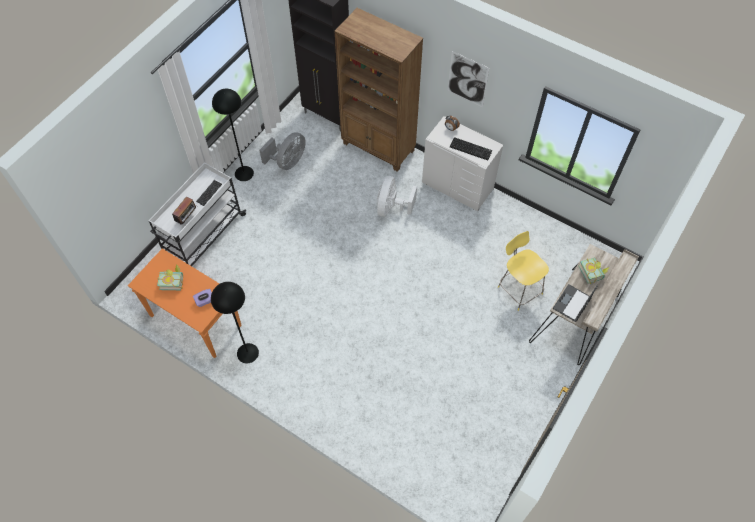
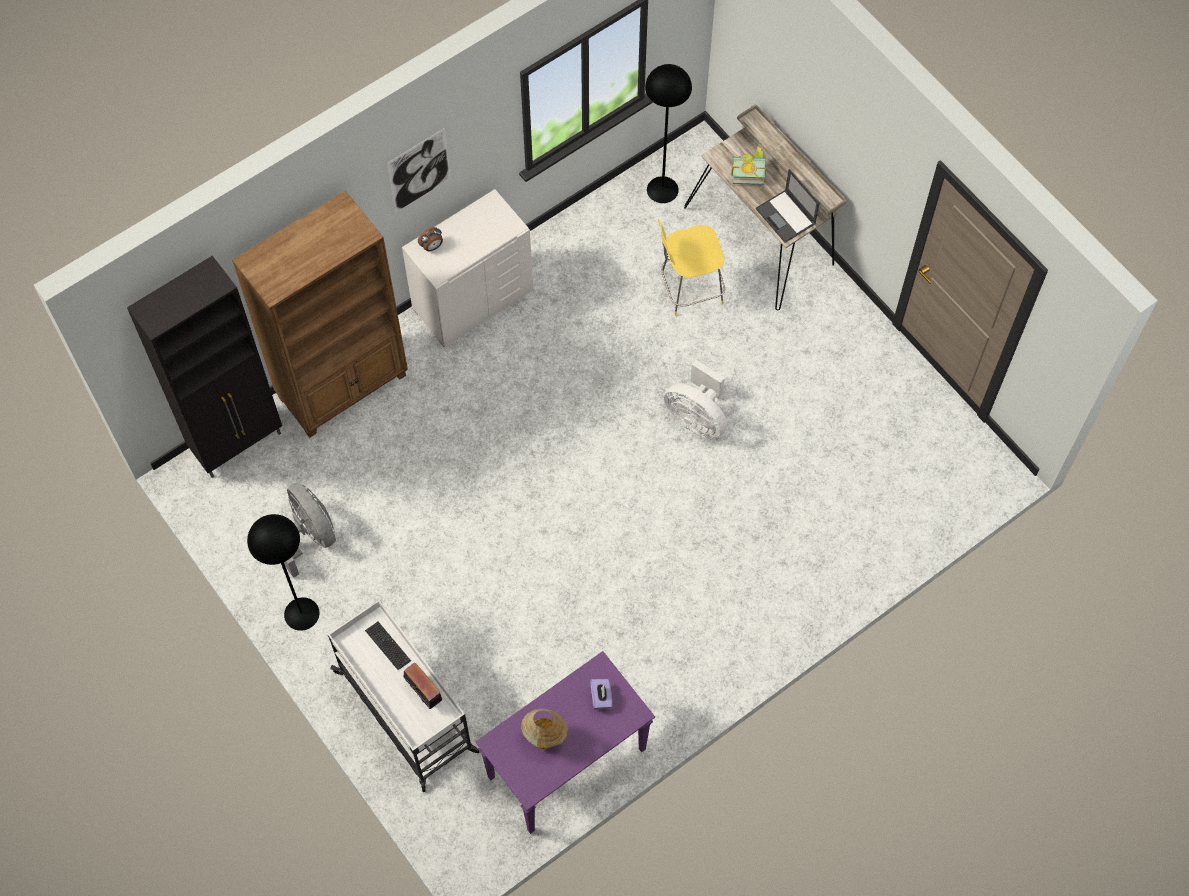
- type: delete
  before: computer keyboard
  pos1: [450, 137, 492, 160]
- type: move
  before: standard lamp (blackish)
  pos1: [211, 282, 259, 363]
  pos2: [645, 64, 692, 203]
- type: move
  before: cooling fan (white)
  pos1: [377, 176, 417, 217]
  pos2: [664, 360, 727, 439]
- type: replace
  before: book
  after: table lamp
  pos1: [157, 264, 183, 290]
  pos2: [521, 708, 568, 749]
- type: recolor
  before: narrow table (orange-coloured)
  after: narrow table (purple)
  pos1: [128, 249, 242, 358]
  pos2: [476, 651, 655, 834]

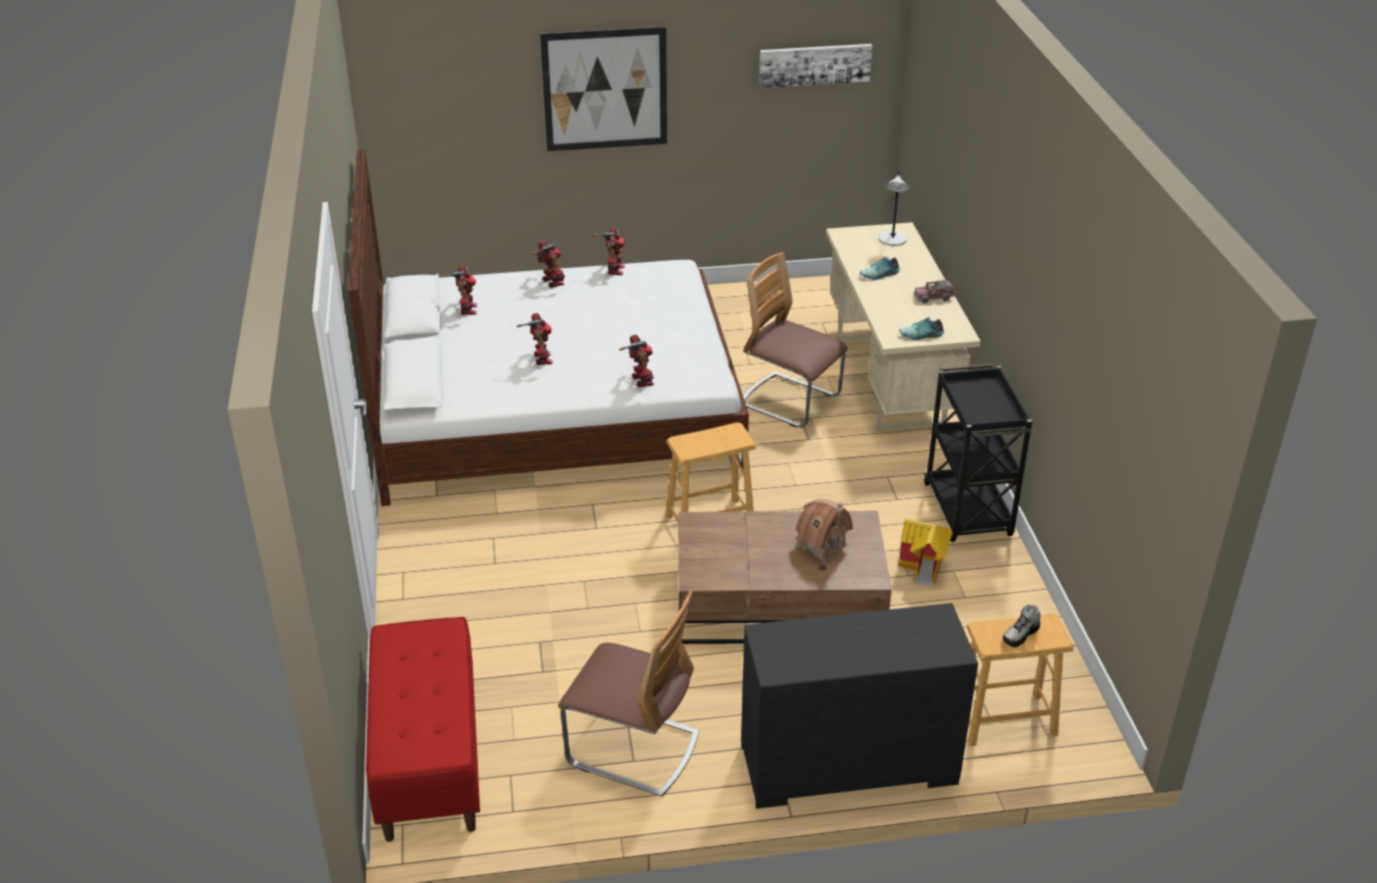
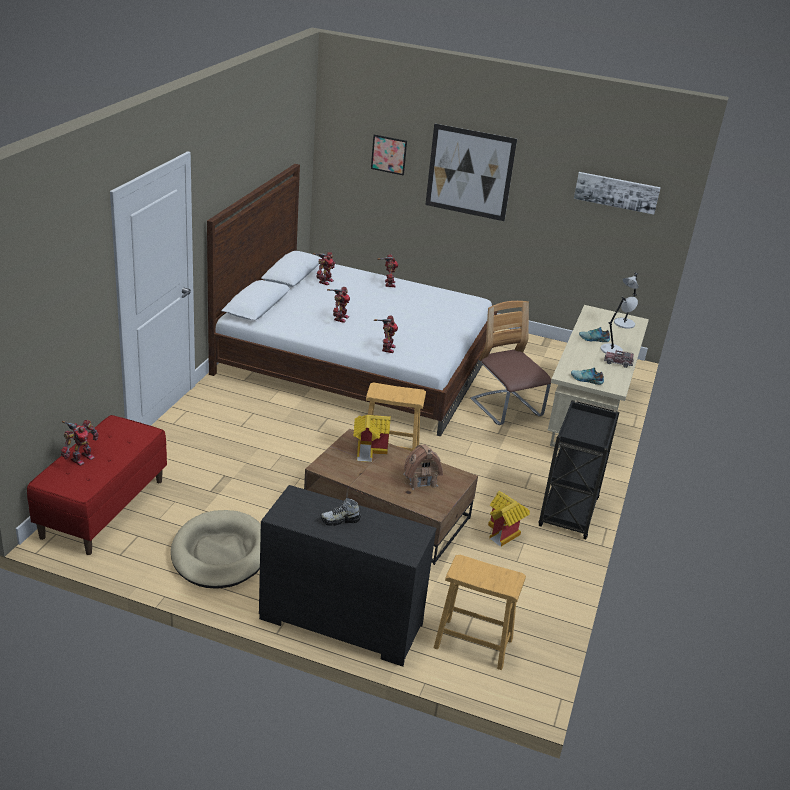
- type: insert
  after: model house
  pos2: [353, 415, 391, 462]
- type: insert
  after: wall picture
  pos2: [371, 135, 407, 175]
- type: insert
  after: table lamp (greyish)
  pos2: [601, 297, 638, 354]
- type: move
  before: toy robot
  pos1: [592, 227, 625, 275]
  pos2: [61, 420, 99, 466]
- type: move
  before: shoe
  pos1: [1003, 605, 1041, 647]
  pos2: [320, 498, 361, 526]
- type: replace
  before: upright chair
  after: dog bed (sand-coloured)
  pos1: [558, 591, 699, 797]
  pos2: [171, 510, 261, 589]

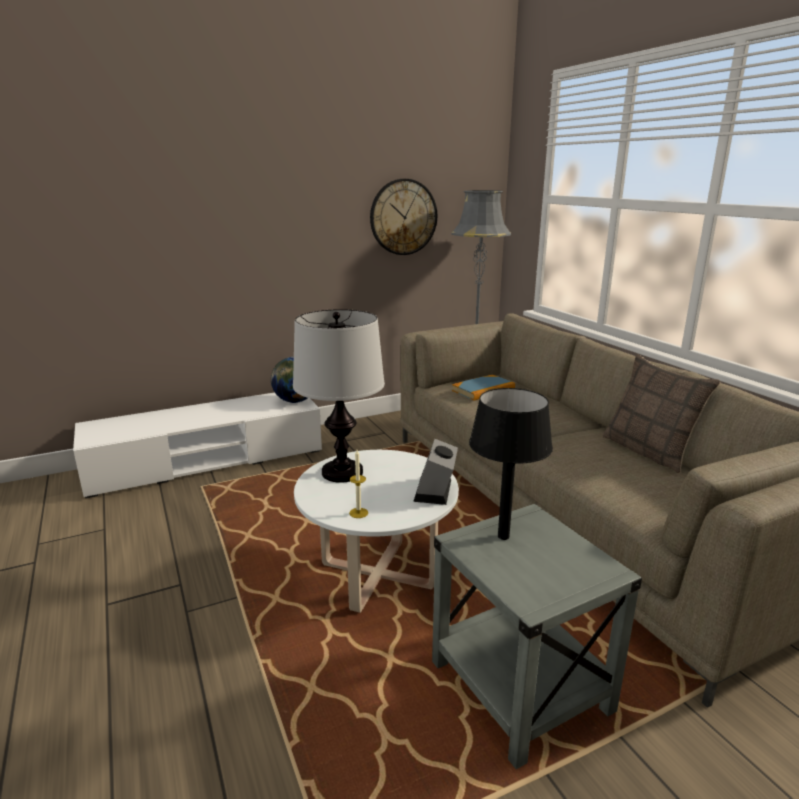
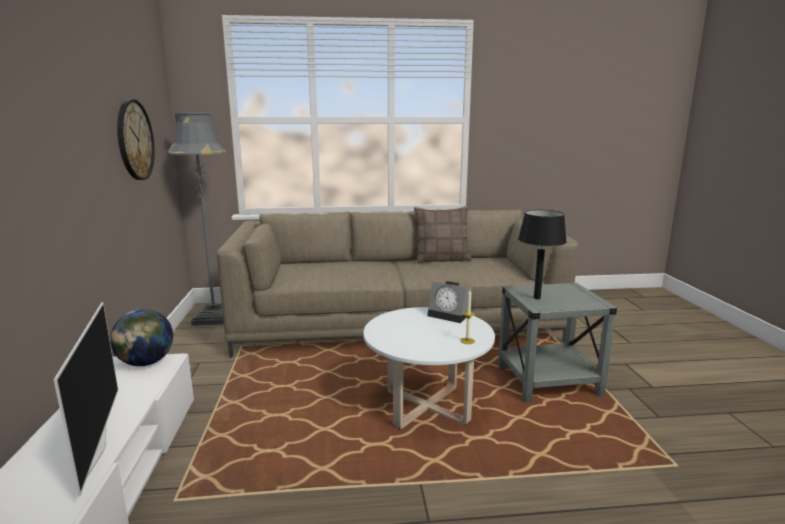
- type: delete
  before: table lamp
  pos1: [293, 309, 385, 483]
- type: delete
  before: book
  pos1: [452, 375, 515, 401]
- type: insert
  after: TV
  pos2: [54, 302, 118, 496]

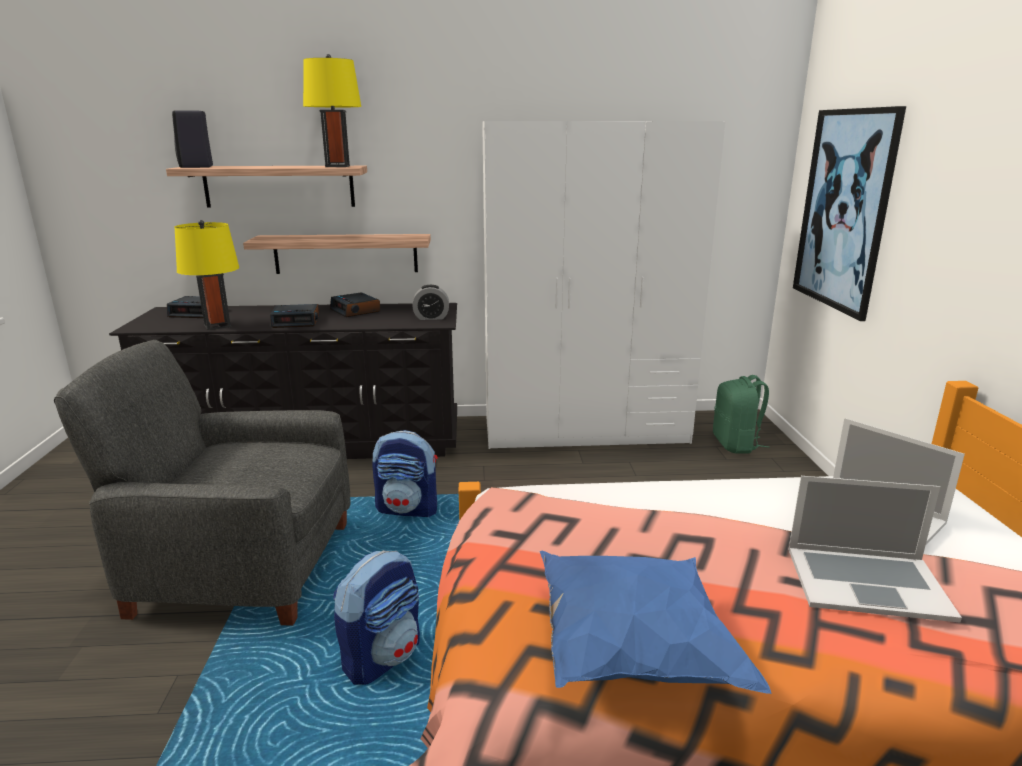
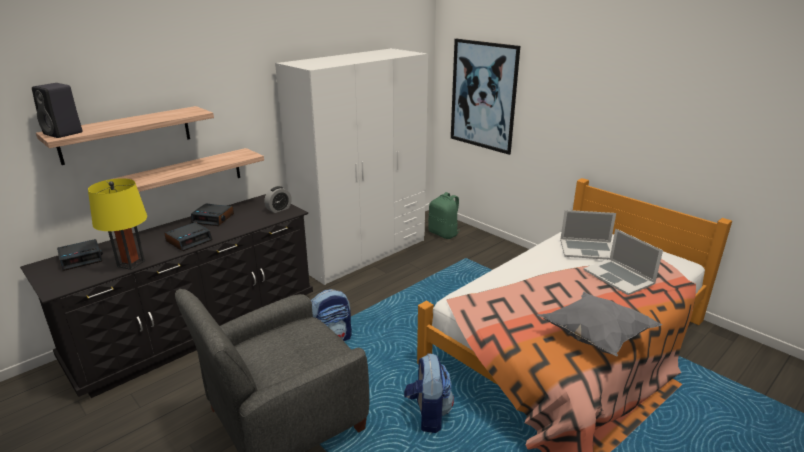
- type: delete
  before: table lamp (yellow)
  pos1: [303, 54, 361, 167]
- type: recolor
  before: throw pillow (blue-coloured)
  after: throw pillow (greyish)
  pos1: [540, 551, 772, 694]
  pos2: [537, 292, 662, 357]
- type: rotate
  before: laptop
  pos1: [788, 476, 962, 622]
  pos2: [584, 229, 663, 295]
  turn: 90

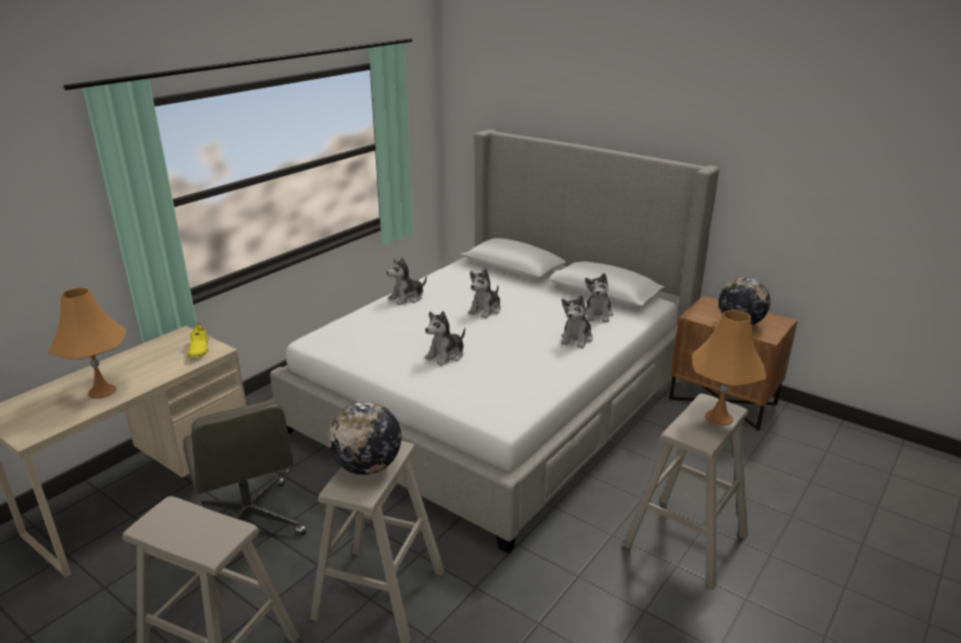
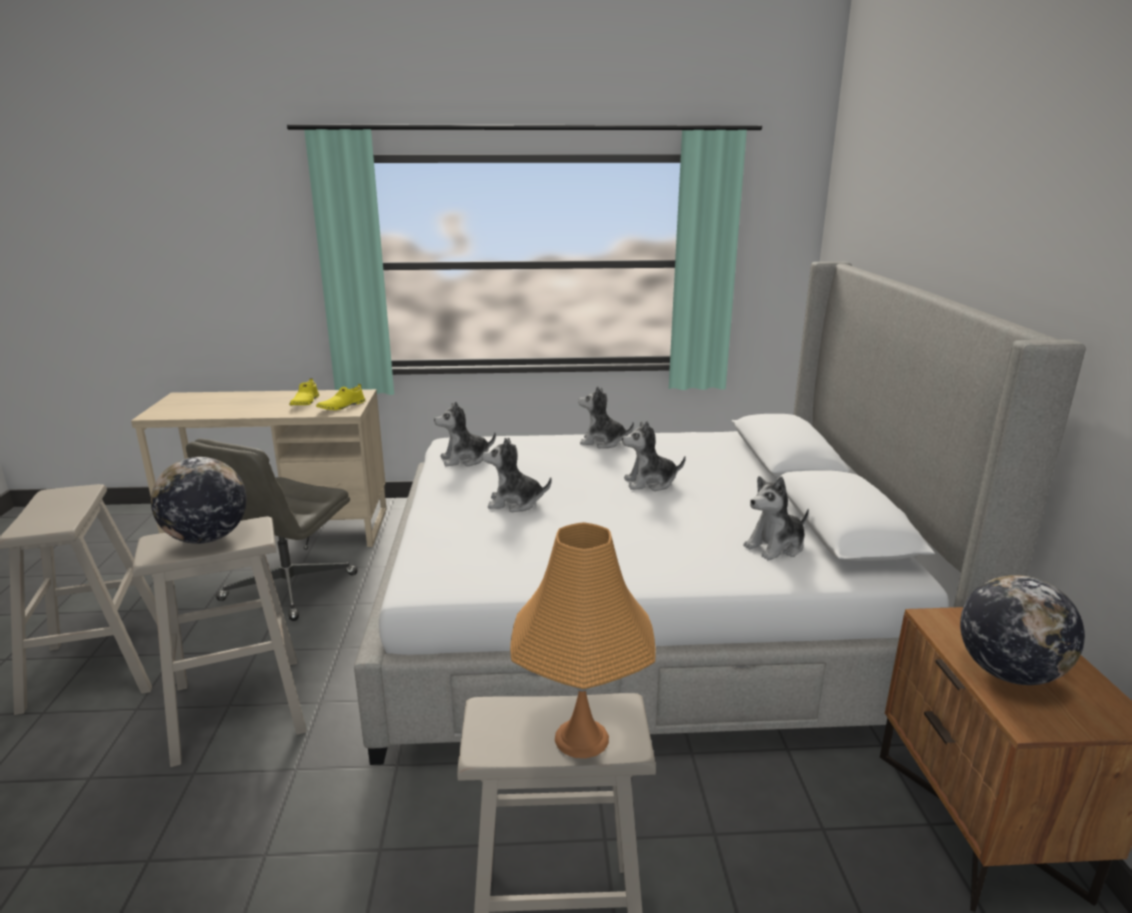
- type: delete
  before: table lamp (orange-coloured)
  pos1: [48, 287, 126, 399]
- type: insert
  after: shoe (yellow)
  pos2: [289, 379, 319, 406]
- type: move
  before: soft toy
  pos1: [561, 296, 593, 348]
  pos2: [434, 402, 496, 466]

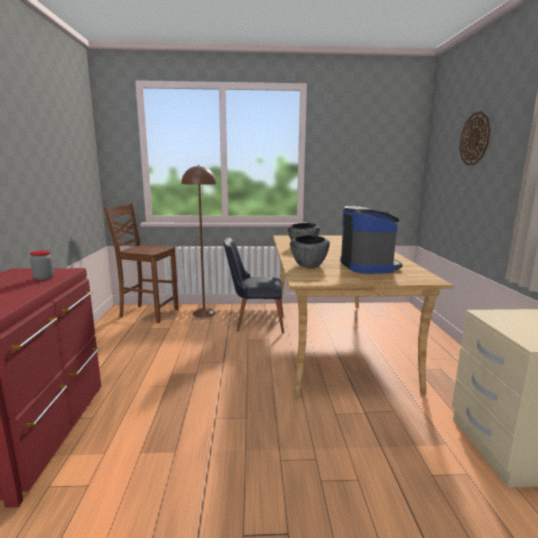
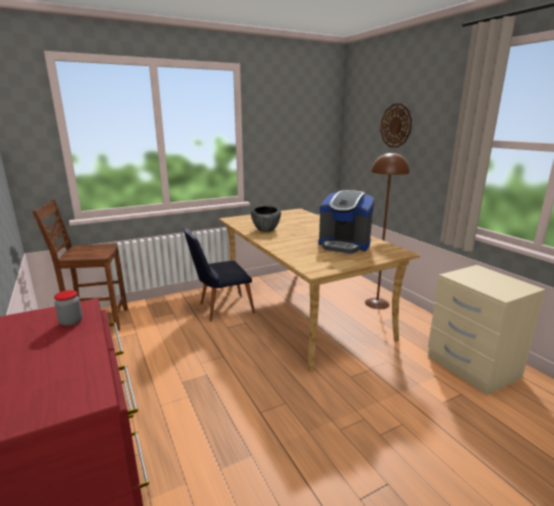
- type: delete
  before: bowl
  pos1: [290, 235, 330, 268]
- type: move
  before: standard lamp (brownish)
  pos1: [181, 165, 217, 318]
  pos2: [365, 152, 410, 309]
- type: rotate
  before: coffee machine
  pos1: [340, 206, 402, 274]
  pos2: [319, 190, 374, 254]
  turn: 150

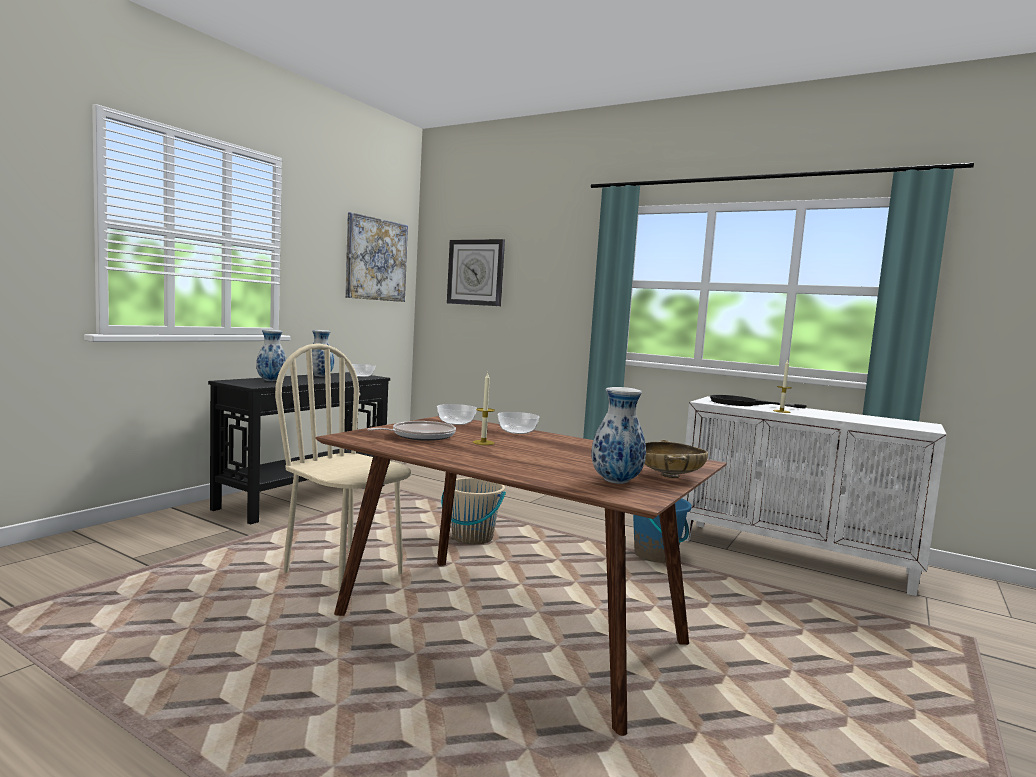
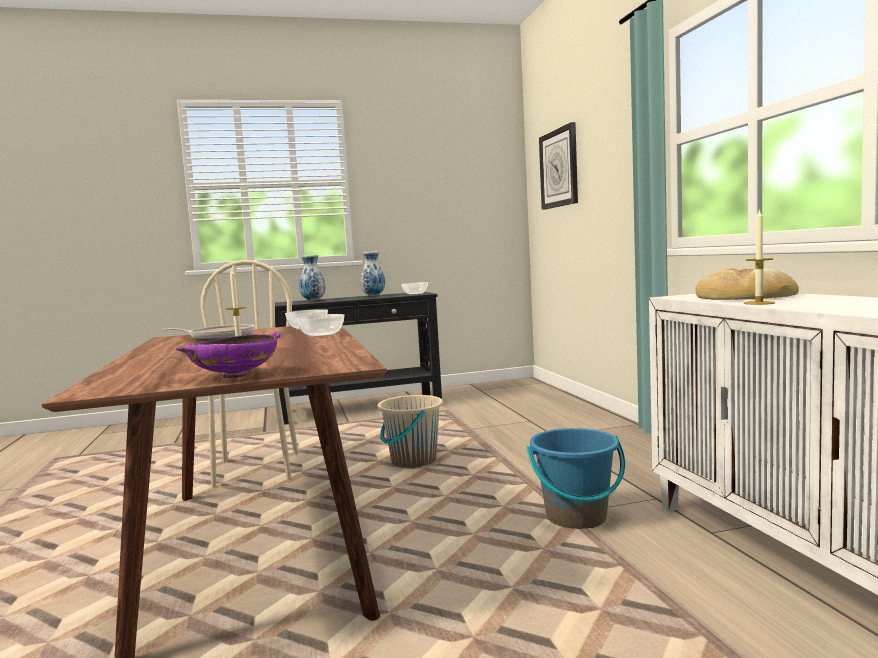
- type: delete
  before: wall picture
  pos1: [345, 212, 408, 302]
- type: delete
  before: flower vase
  pos1: [591, 387, 646, 484]
- type: replace
  before: pan (blackish)
  after: bread
  pos1: [710, 395, 807, 409]
  pos2: [695, 267, 799, 300]
- type: recolor
  before: bowl (sand-coloured)
  after: bowl (purple)
  pos1: [644, 440, 708, 478]
  pos2: [176, 332, 281, 378]

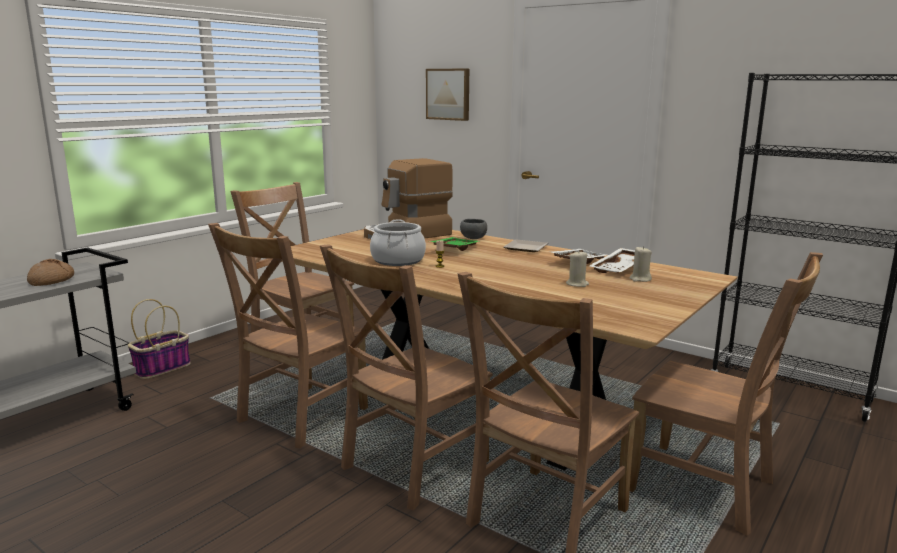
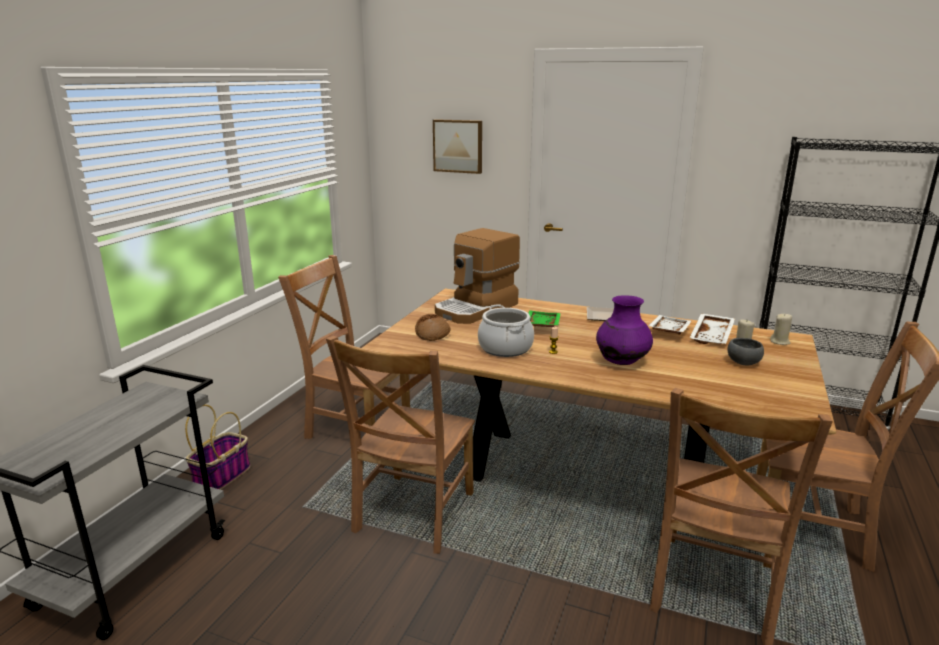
- type: delete
  before: upright chair (brownish)
  pos1: [320, 244, 493, 510]
- type: insert
  after: flower vase (purple)
  pos2: [596, 295, 653, 365]
- type: move
  before: bread
  pos1: [27, 259, 74, 286]
  pos2: [415, 314, 450, 341]
- type: move
  before: bowl (greyish)
  pos1: [460, 219, 487, 239]
  pos2: [728, 338, 764, 366]
- type: move
  before: wax candle (sand-coloured)
  pos1: [566, 250, 589, 287]
  pos2: [770, 313, 792, 345]

